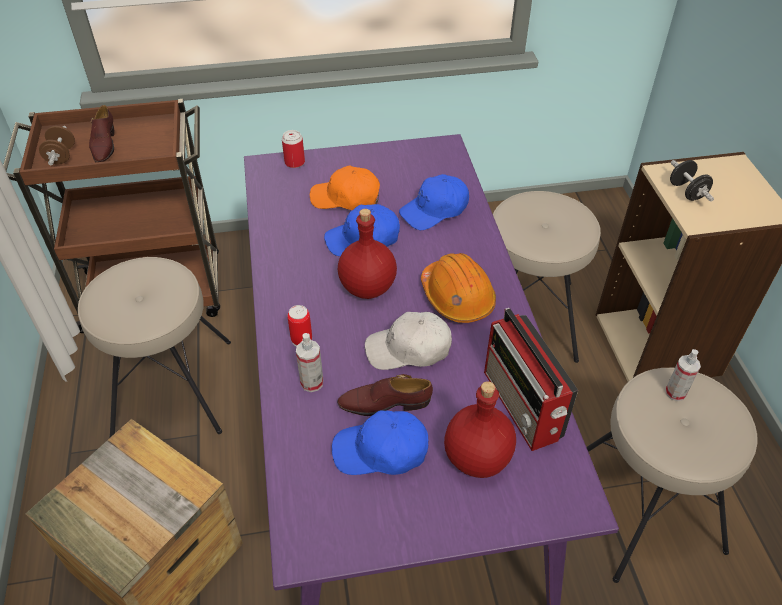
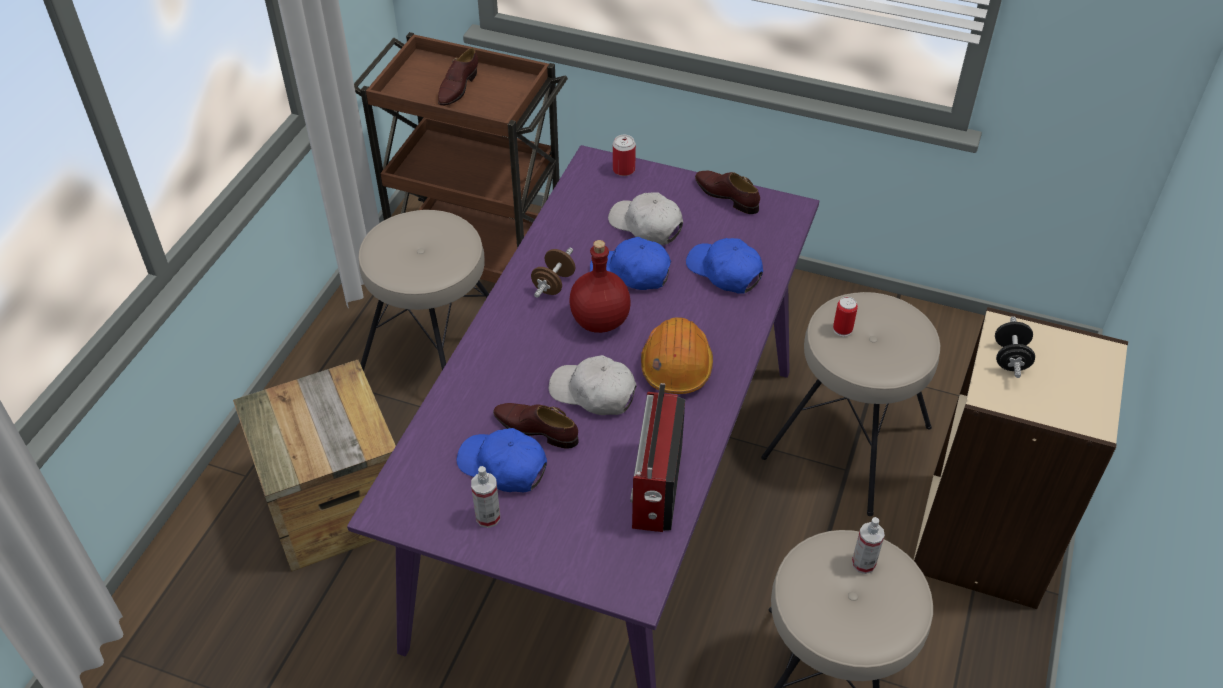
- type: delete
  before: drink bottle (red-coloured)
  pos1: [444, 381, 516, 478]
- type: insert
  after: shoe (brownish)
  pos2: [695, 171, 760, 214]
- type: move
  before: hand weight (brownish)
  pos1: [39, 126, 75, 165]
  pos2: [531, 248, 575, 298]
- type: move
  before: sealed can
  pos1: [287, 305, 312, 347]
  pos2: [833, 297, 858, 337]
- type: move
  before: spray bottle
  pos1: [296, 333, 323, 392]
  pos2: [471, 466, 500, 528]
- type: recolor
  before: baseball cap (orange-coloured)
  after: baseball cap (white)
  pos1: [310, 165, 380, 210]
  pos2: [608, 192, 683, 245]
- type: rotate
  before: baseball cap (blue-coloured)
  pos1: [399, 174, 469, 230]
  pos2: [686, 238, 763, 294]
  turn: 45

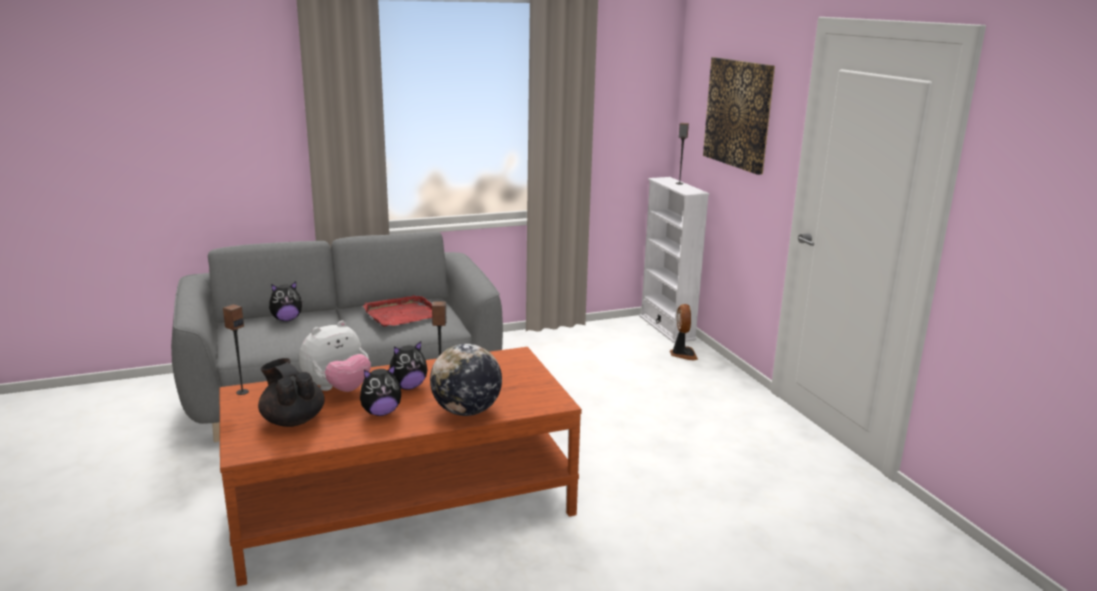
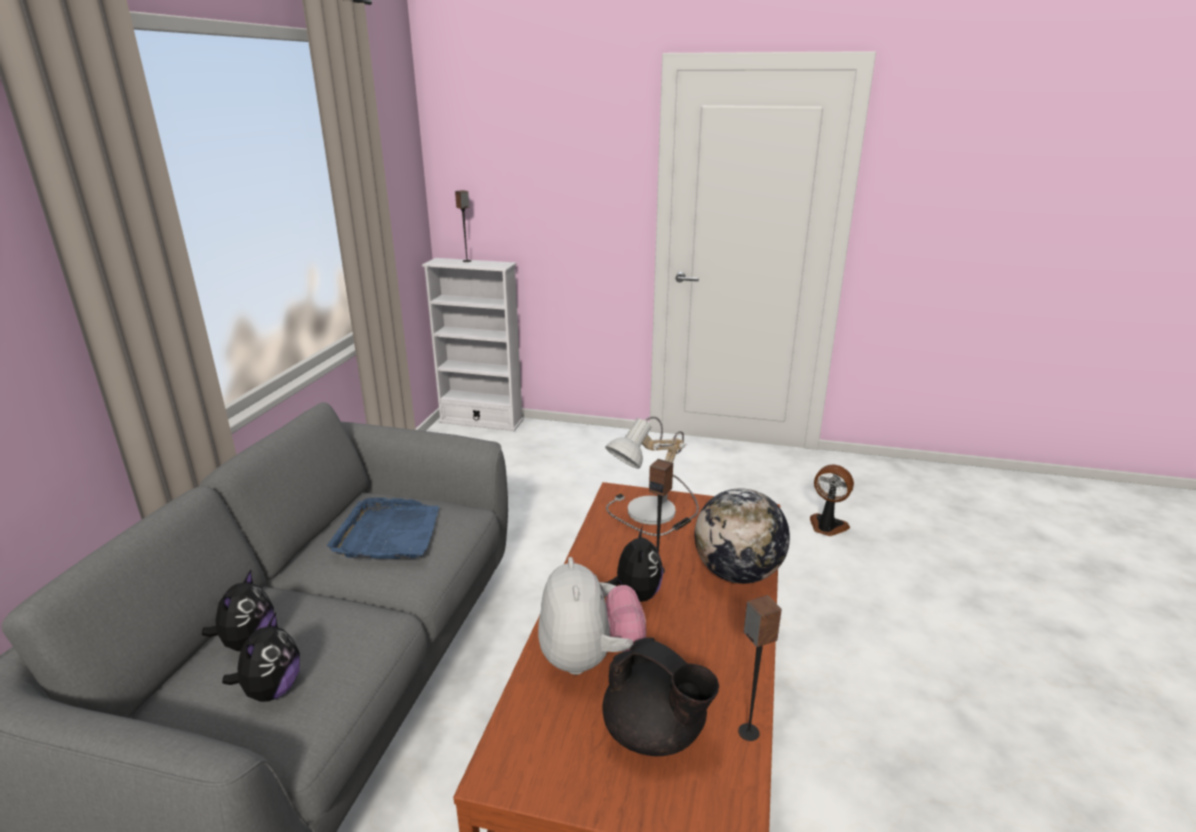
- type: delete
  before: wall picture
  pos1: [703, 57, 775, 175]
- type: insert
  after: table lamp
  pos2: [605, 416, 699, 536]
- type: move
  before: loudspeaker
  pos1: [223, 304, 249, 395]
  pos2: [738, 595, 782, 741]
- type: move
  before: soft toy
  pos1: [360, 365, 401, 416]
  pos2: [222, 612, 300, 702]
- type: move
  before: cooling fan
  pos1: [670, 304, 698, 361]
  pos2: [810, 465, 854, 536]
- type: recolor
  before: serving tray (red-coloured)
  after: serving tray (blue-coloured)
  pos1: [363, 295, 432, 327]
  pos2: [327, 498, 439, 559]
- type: rotate
  before: pot for tea (blackish)
  pos1: [258, 358, 325, 427]
  pos2: [602, 638, 719, 756]
  turn: -135

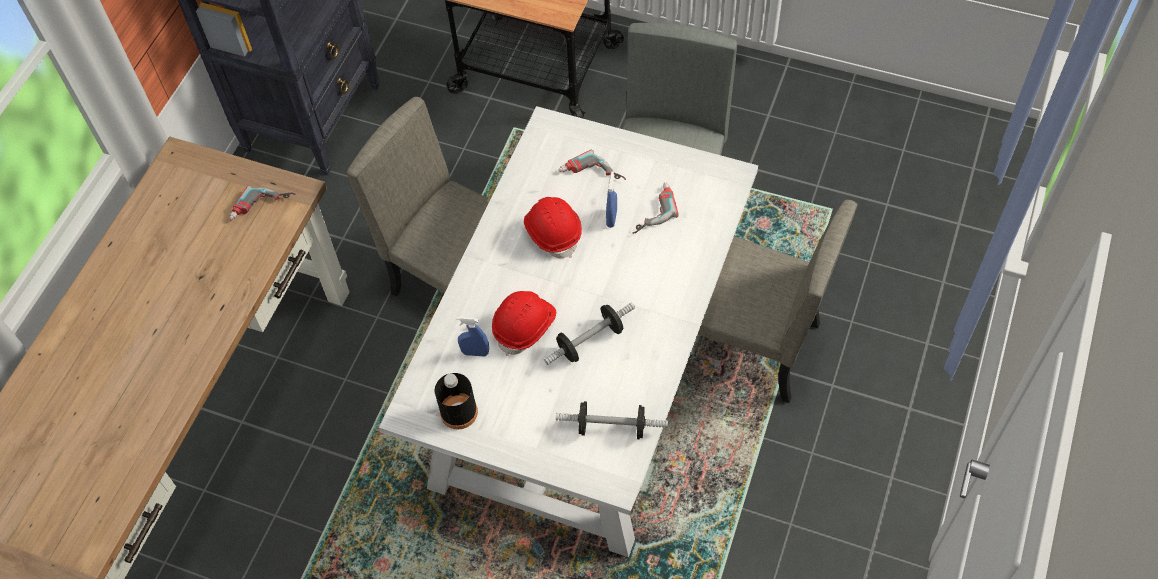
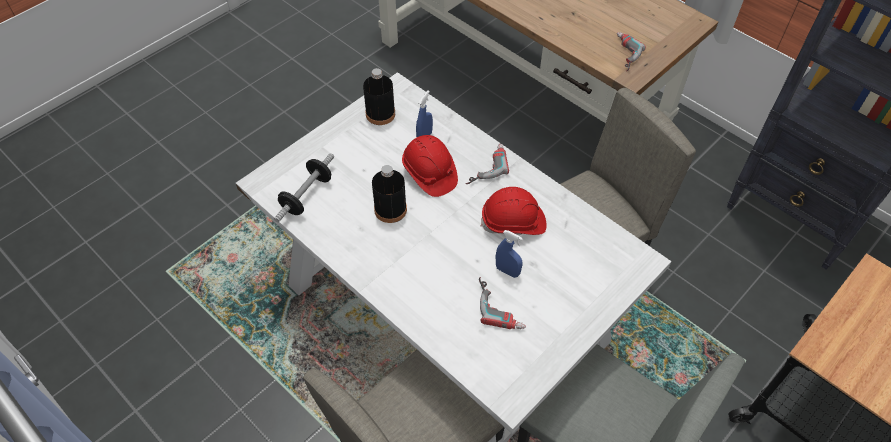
- type: move
  before: power drill
  pos1: [558, 149, 626, 180]
  pos2: [466, 144, 509, 184]
- type: replace
  before: hand weight
  after: drink bottle (blackish)
  pos1: [544, 303, 635, 365]
  pos2: [372, 165, 407, 223]

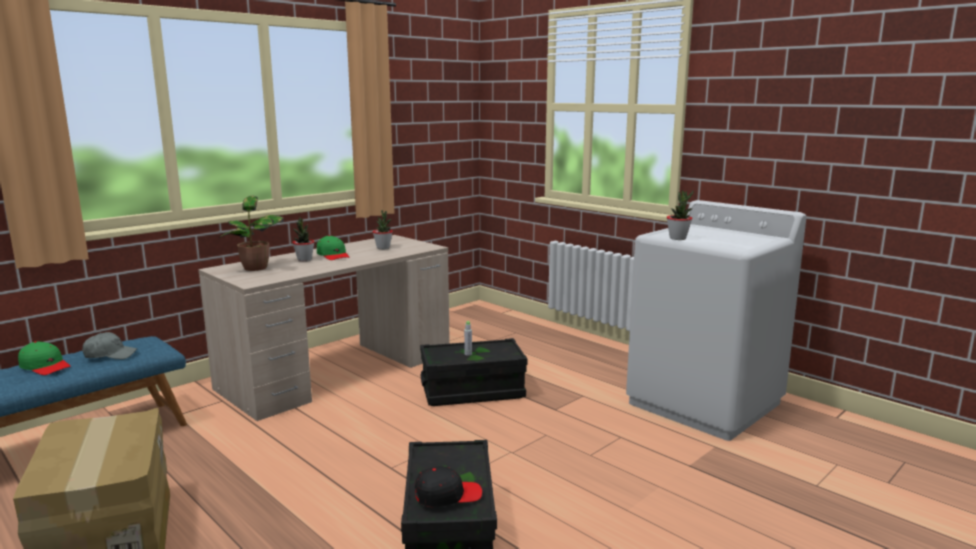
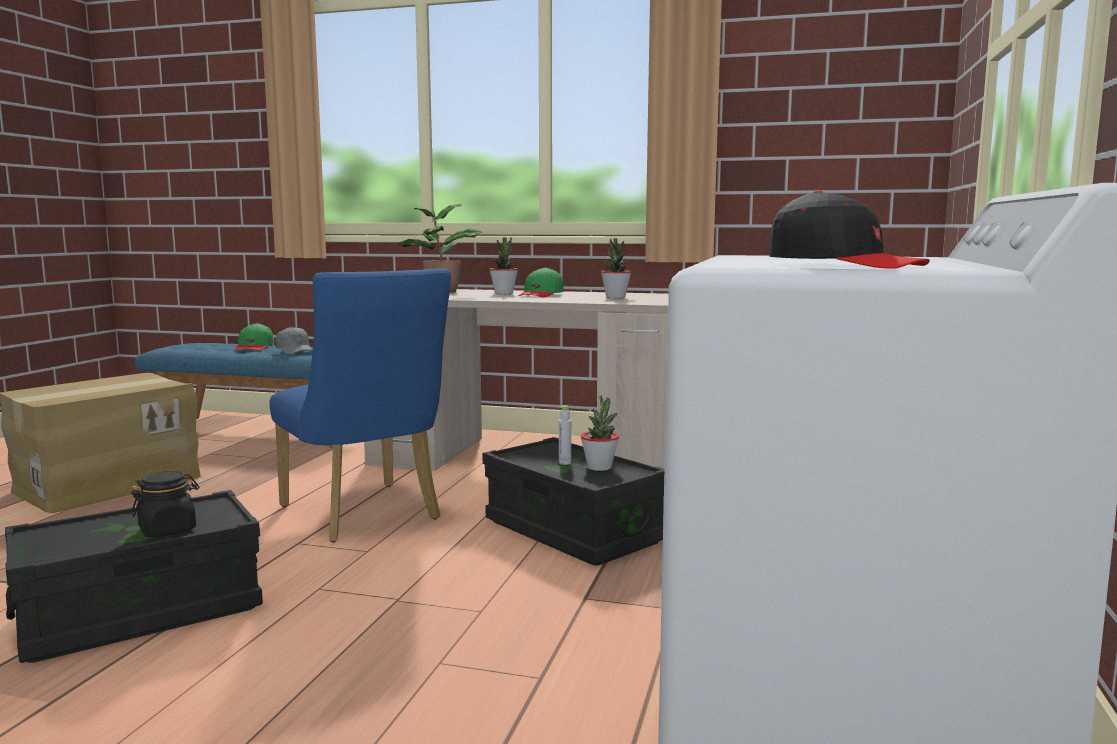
- type: insert
  after: jar (blackish)
  pos2: [131, 471, 199, 537]
- type: insert
  after: upright chair (blue-coloured)
  pos2: [269, 268, 451, 542]
- type: move
  before: baseball cap (blackish)
  pos1: [415, 466, 482, 507]
  pos2: [768, 190, 930, 269]
- type: move
  before: houseplant
  pos1: [667, 191, 694, 240]
  pos2: [581, 395, 619, 471]

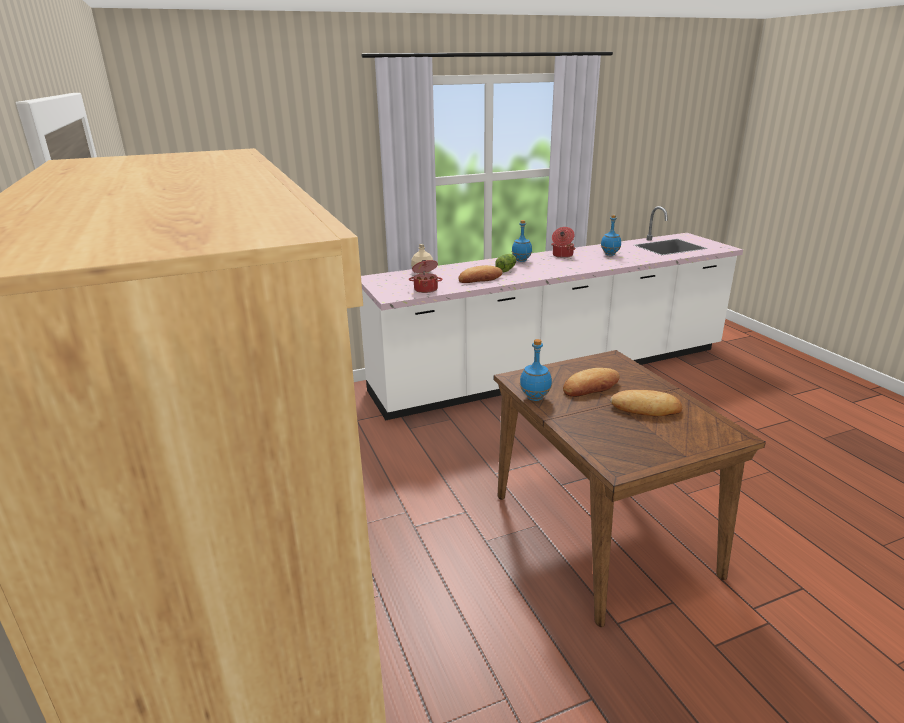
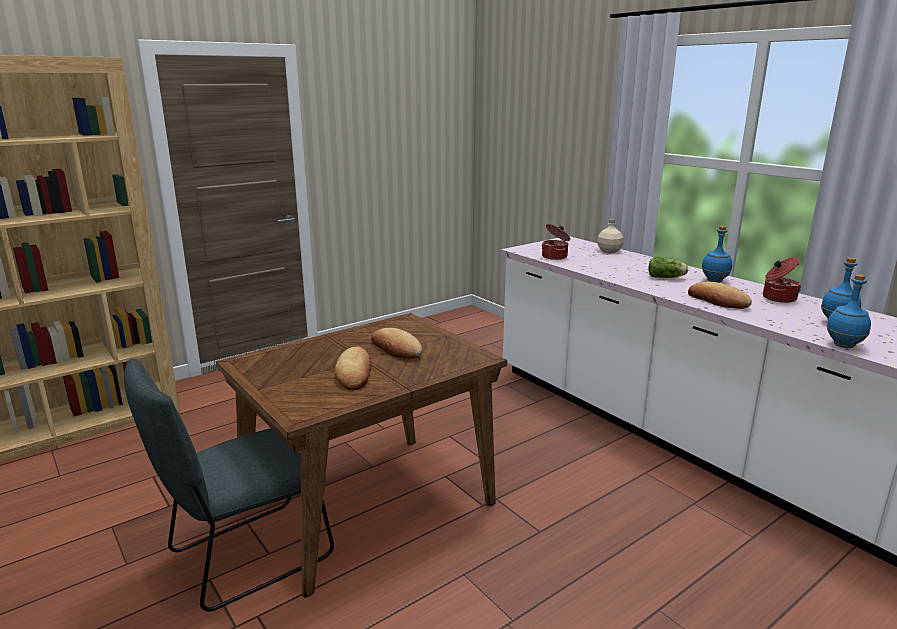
- type: insert
  after: upright chair (greyish)
  pos2: [124, 359, 334, 612]
- type: move
  before: bread
  pos1: [459, 265, 503, 283]
  pos2: [688, 282, 752, 309]
- type: move
  before: drink bottle (blue-coloured)
  pos1: [520, 339, 552, 401]
  pos2: [827, 274, 871, 348]

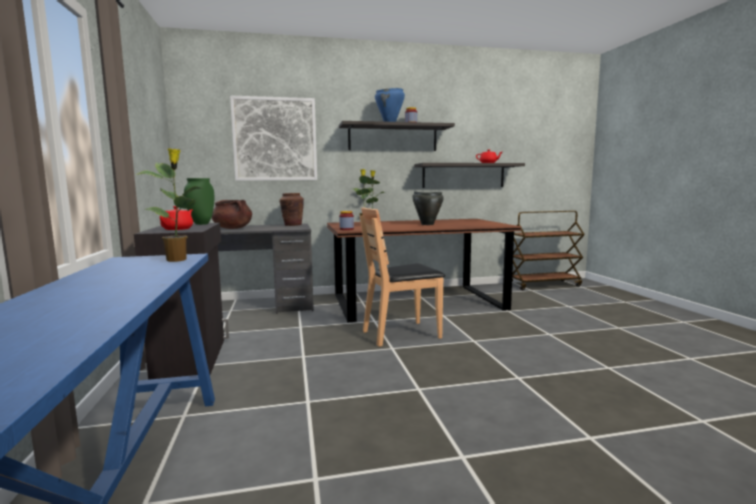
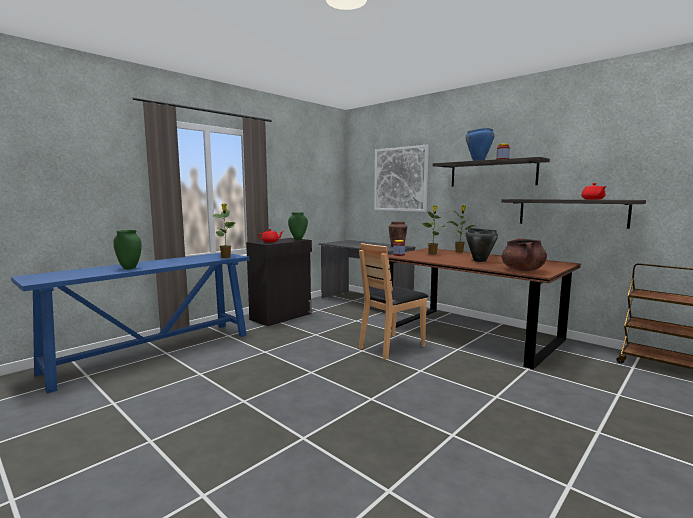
- type: insert
  after: flower vase (greenish)
  pos2: [113, 230, 142, 270]
- type: move
  before: cooking pot (brownish)
  pos1: [212, 200, 252, 229]
  pos2: [501, 238, 547, 271]
- type: rotate
  before: upright chair (brownish)
  pos1: [360, 207, 445, 347]
  pos2: [359, 243, 428, 360]
  turn: -75

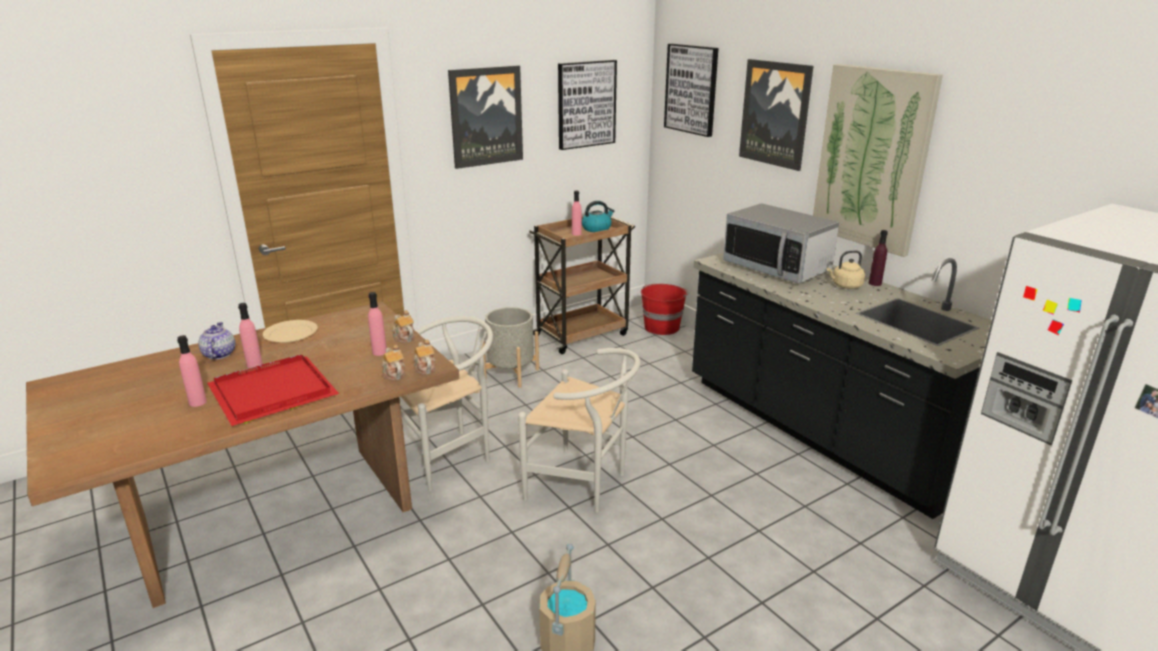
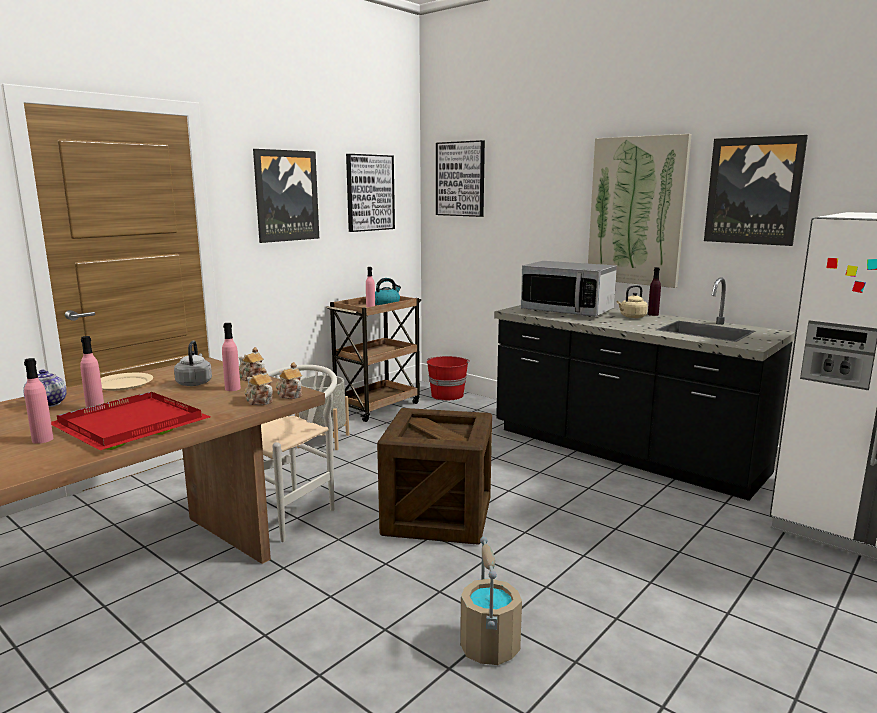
- type: insert
  after: water kettle (greyish)
  pos2: [174, 341, 212, 386]
- type: move
  before: wall picture
  pos1: [739, 59, 813, 171]
  pos2: [704, 135, 808, 246]
- type: replace
  before: upright chair (white)
  after: shipping crate
  pos1: [518, 348, 641, 513]
  pos2: [377, 408, 492, 545]

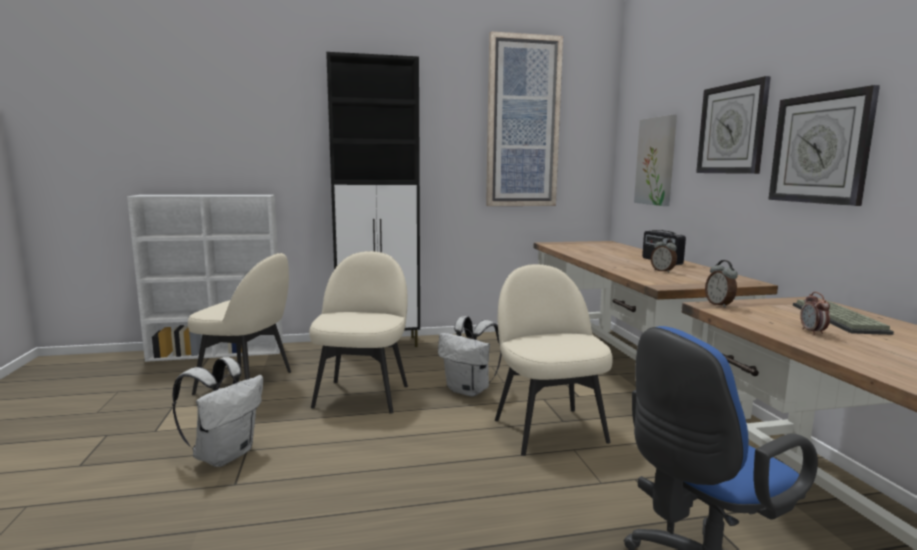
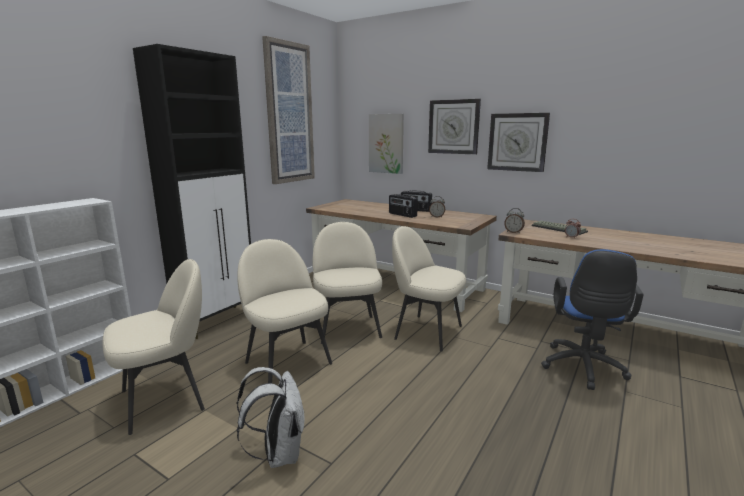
- type: insert
  after: radio
  pos2: [389, 194, 418, 218]
- type: replace
  before: knapsack (white)
  after: upright chair (sand-coloured)
  pos1: [438, 316, 502, 397]
  pos2: [313, 222, 382, 344]

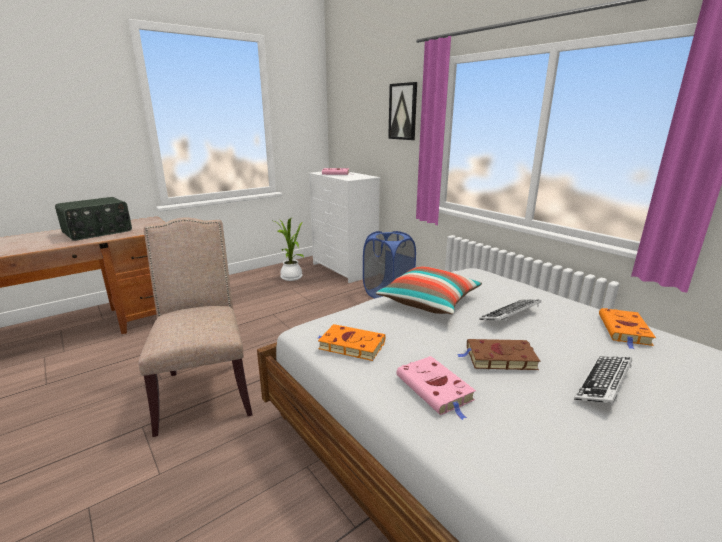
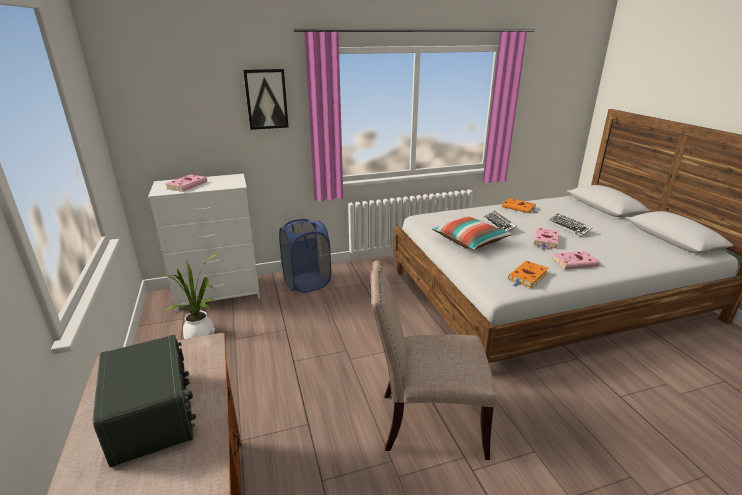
- type: recolor
  before: book (brownish)
  after: book (pink-coloured)
  pos1: [457, 339, 540, 370]
  pos2: [534, 228, 559, 250]

